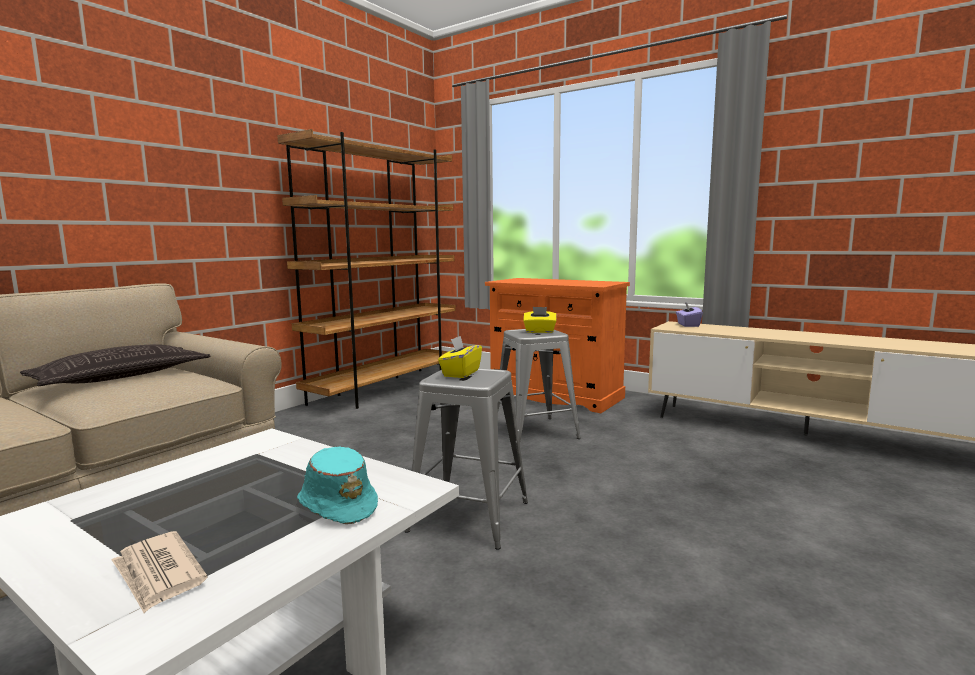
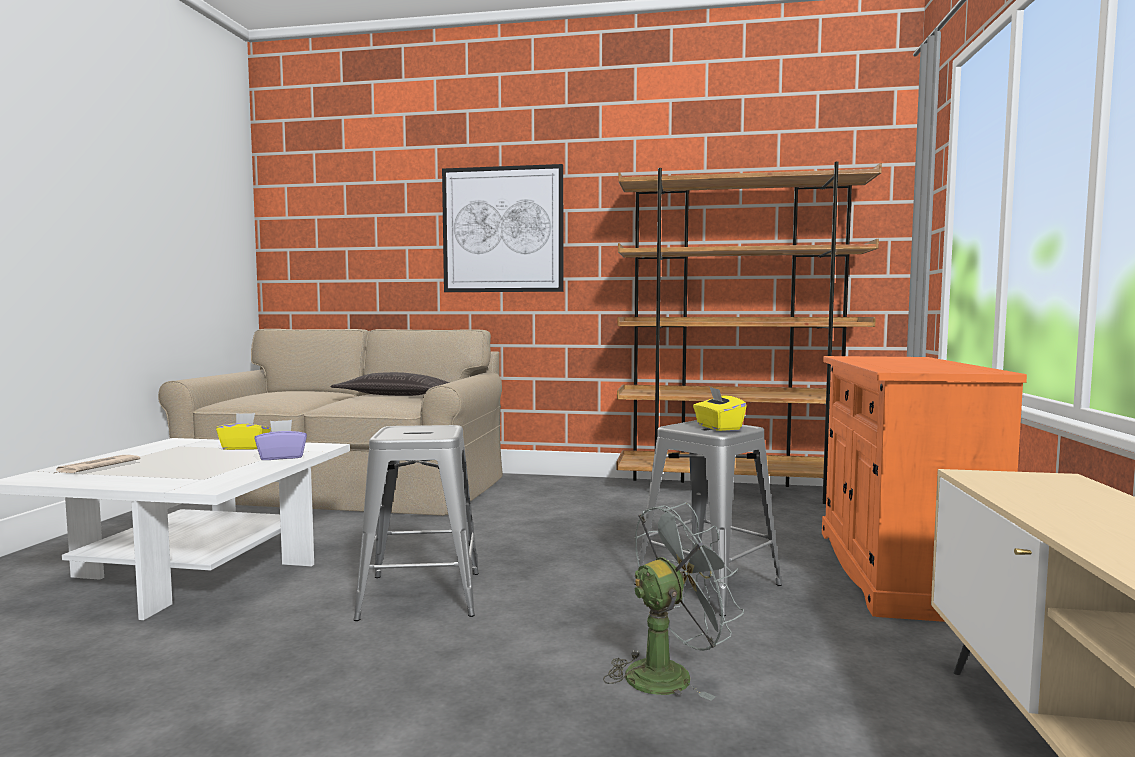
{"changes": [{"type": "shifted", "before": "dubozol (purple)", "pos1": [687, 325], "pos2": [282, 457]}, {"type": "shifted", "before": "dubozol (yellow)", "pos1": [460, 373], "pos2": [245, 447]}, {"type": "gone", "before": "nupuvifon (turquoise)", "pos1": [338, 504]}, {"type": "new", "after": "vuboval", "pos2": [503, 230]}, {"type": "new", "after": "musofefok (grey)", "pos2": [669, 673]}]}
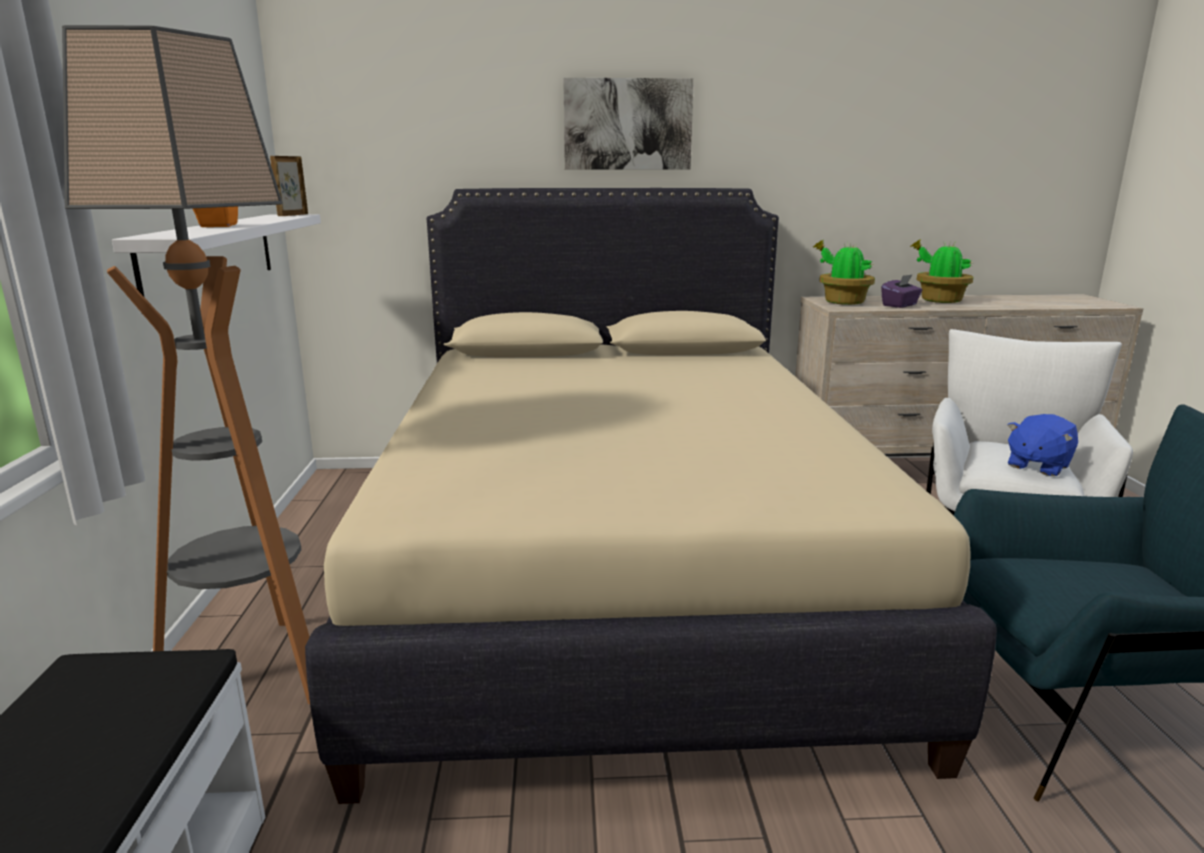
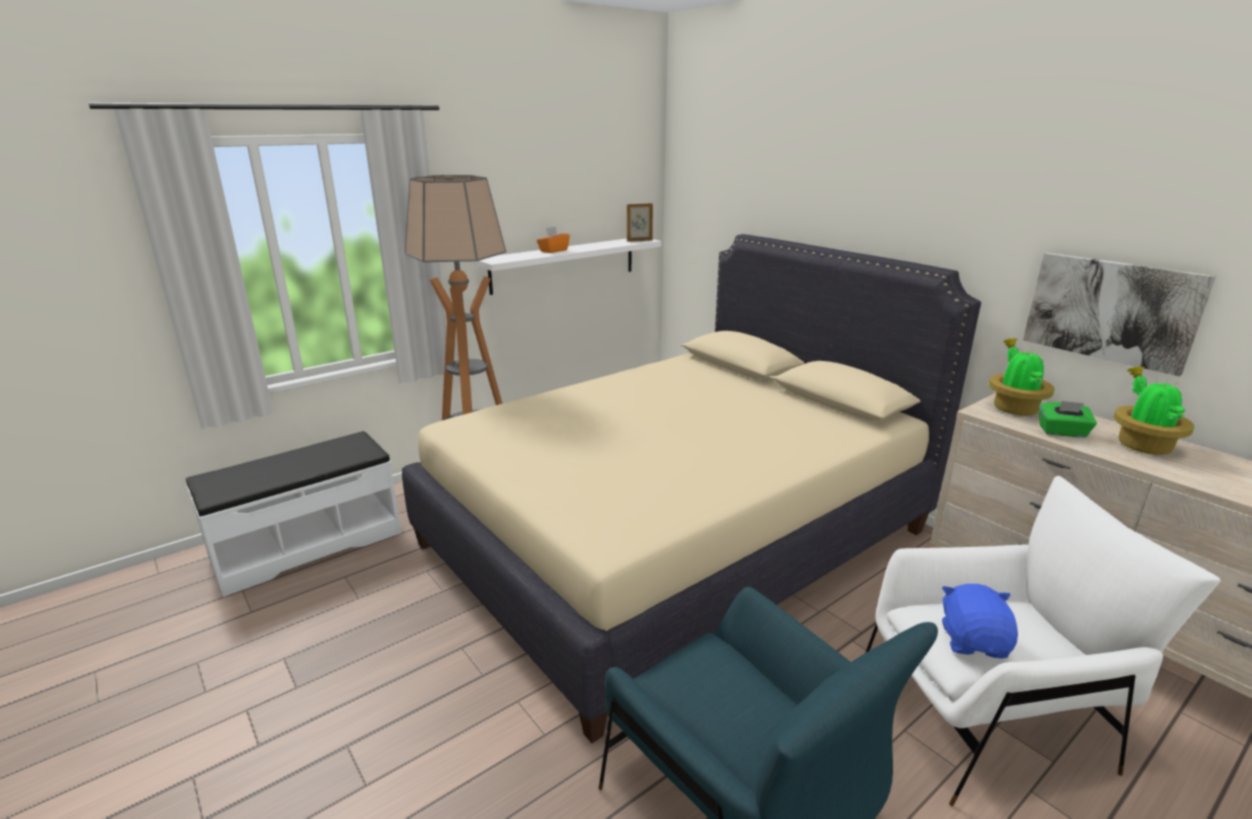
{"changes": [{"type": "shifted", "before": "vuboval", "pos1": [627, 124], "pos2": [1111, 310]}, {"type": "repainted", "before": "dubozol (purple)", "after": "dubozol (green)", "pos1": [900, 305], "pos2": [1062, 432]}, {"type": "rotated", "before": "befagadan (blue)", "pos1": [1037, 466], "pos2": [973, 641], "turn": 90}]}
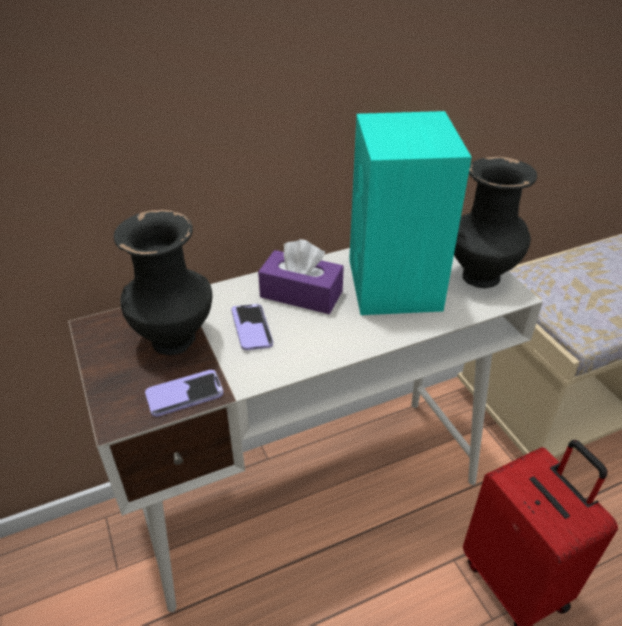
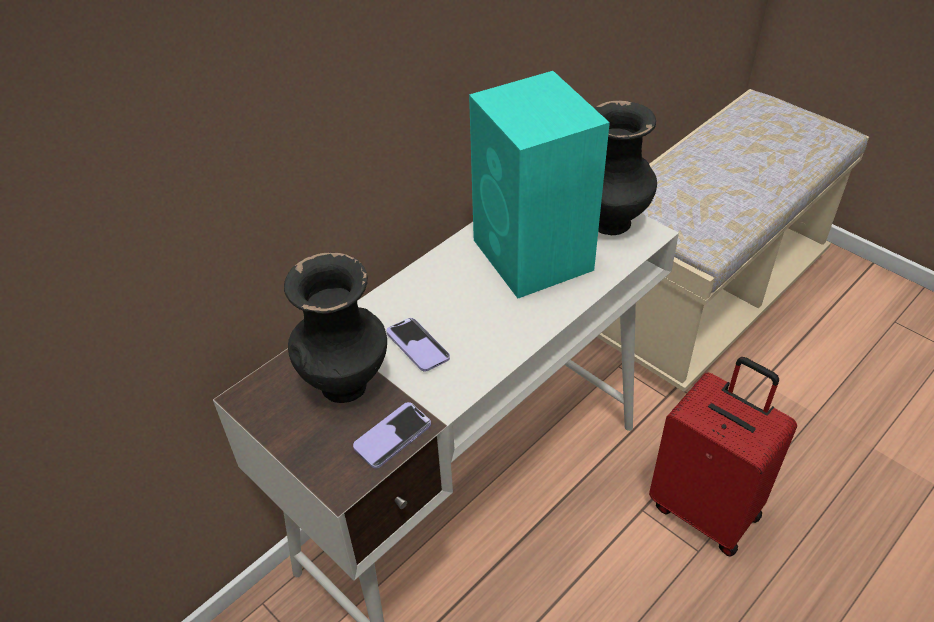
{"changes": [{"type": "gone", "before": "dubozol (purple)", "pos1": [301, 294]}]}
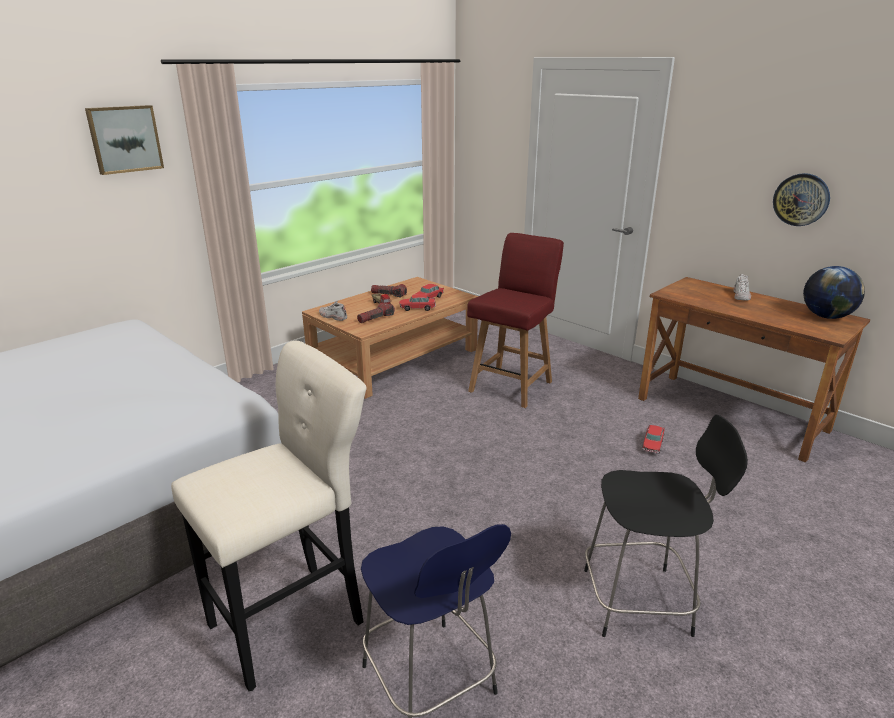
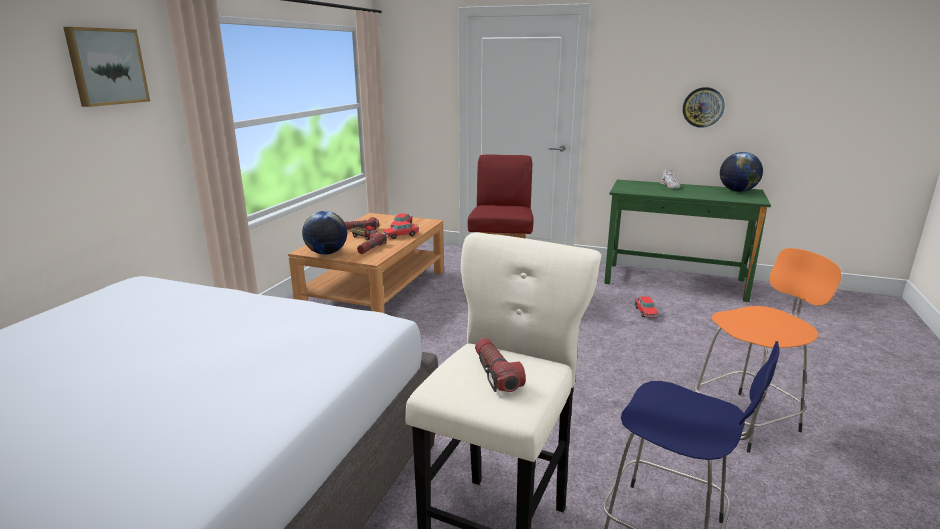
{"changes": [{"type": "repainted", "before": "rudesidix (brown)", "after": "rudesidix (green)", "pos1": [730, 414], "pos2": [674, 281]}, {"type": "swapped", "before": "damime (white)", "after": "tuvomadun", "pos1": [332, 316], "pos2": [326, 253]}, {"type": "repainted", "before": "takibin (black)", "after": "takibin (orange)", "pos1": [640, 601], "pos2": [746, 420]}, {"type": "new", "after": "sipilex", "pos2": [496, 374]}]}
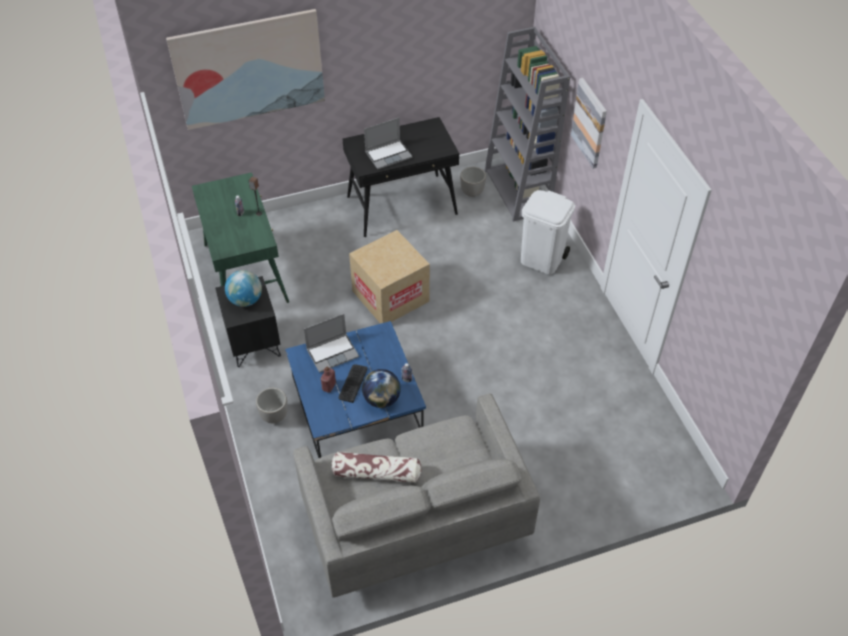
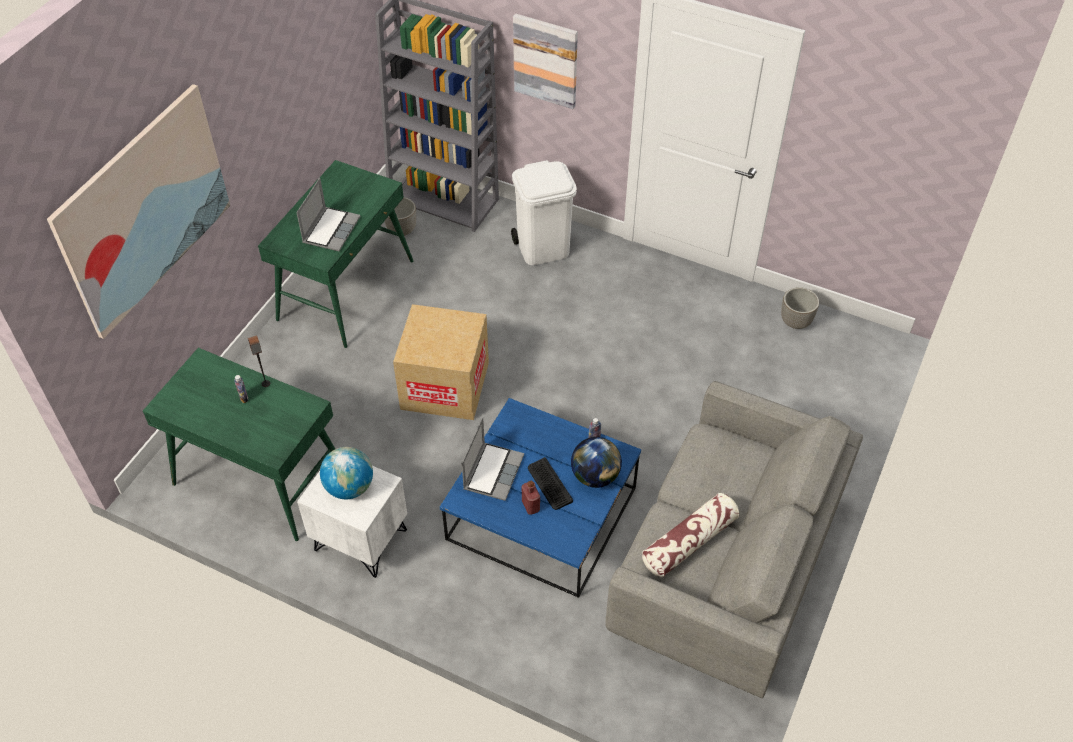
{"changes": [{"type": "repainted", "before": "rudesidix (black)", "after": "rudesidix (green)", "pos1": [402, 205], "pos2": [346, 289]}, {"type": "repainted", "before": "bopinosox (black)", "after": "bopinosox (white)", "pos1": [253, 343], "pos2": [360, 540]}, {"type": "shifted", "before": "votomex", "pos1": [274, 415], "pos2": [795, 322]}]}
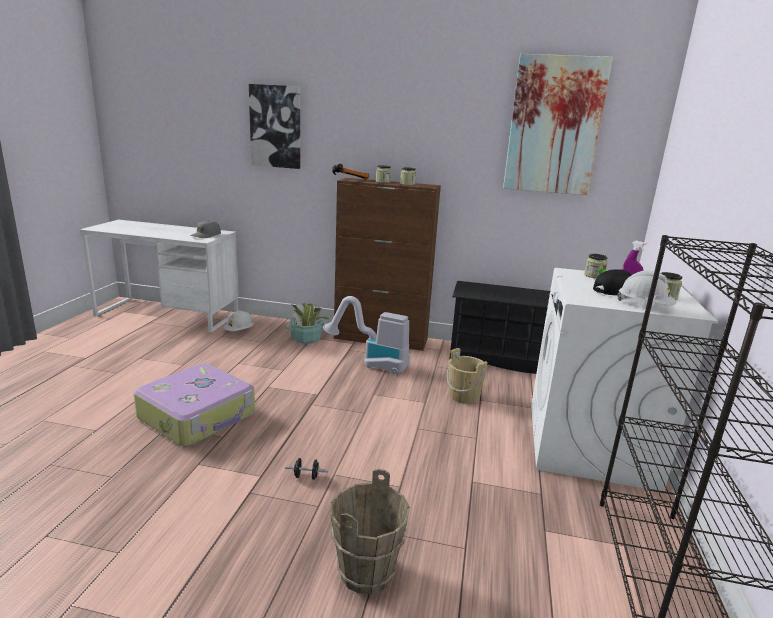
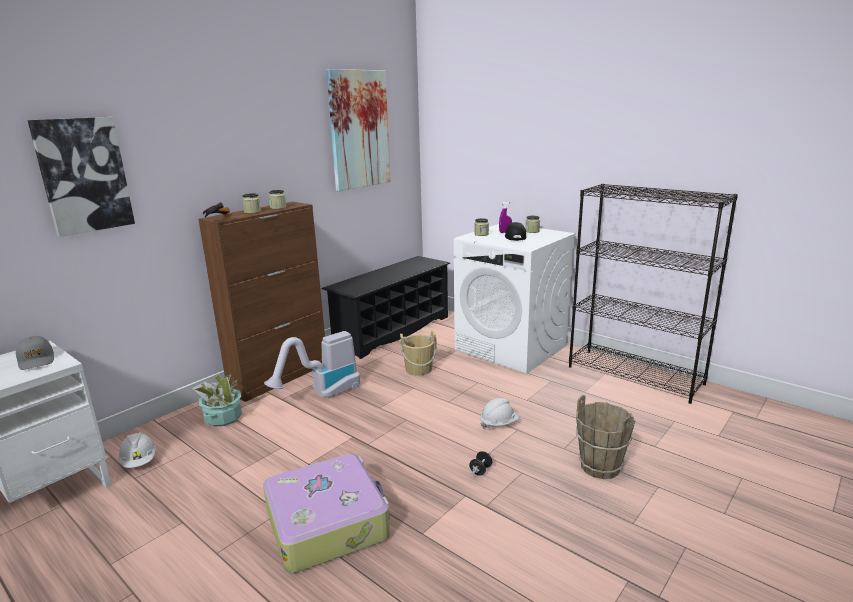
{"changes": [{"type": "shifted", "before": "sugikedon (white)", "pos1": [644, 306], "pos2": [499, 423]}]}
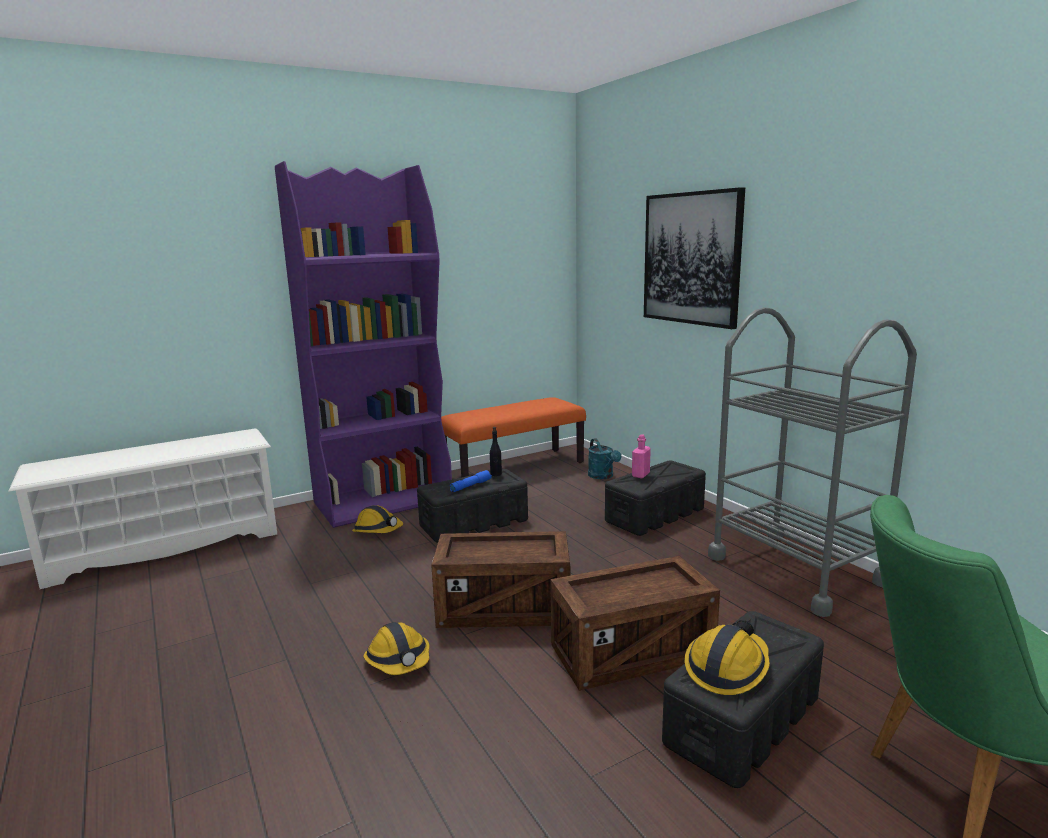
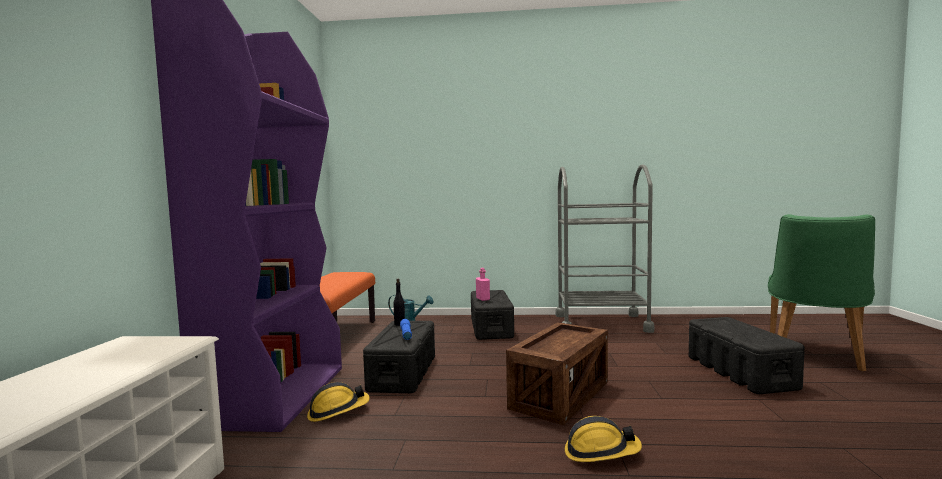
{"changes": [{"type": "gone", "before": "vuboval", "pos1": [691, 258]}, {"type": "gone", "before": "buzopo", "pos1": [632, 652]}, {"type": "gone", "before": "sugikedon", "pos1": [727, 667]}]}
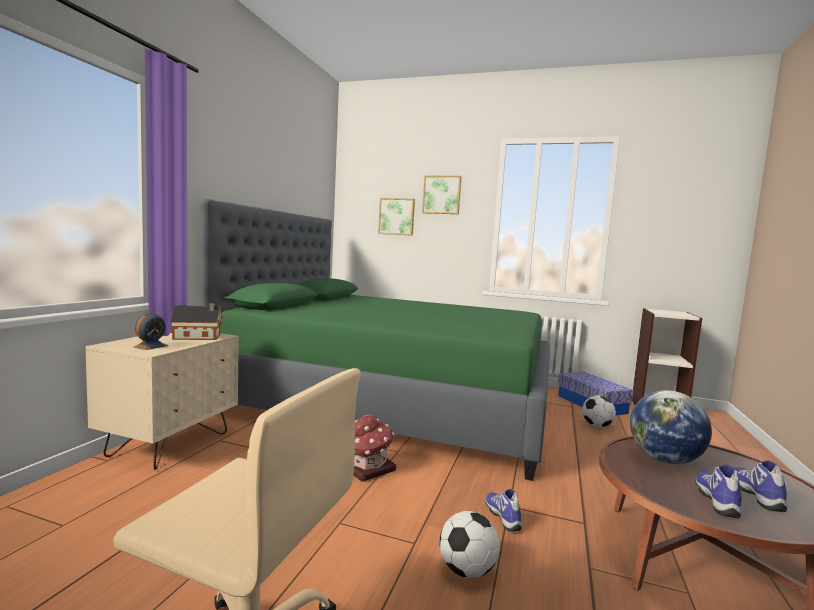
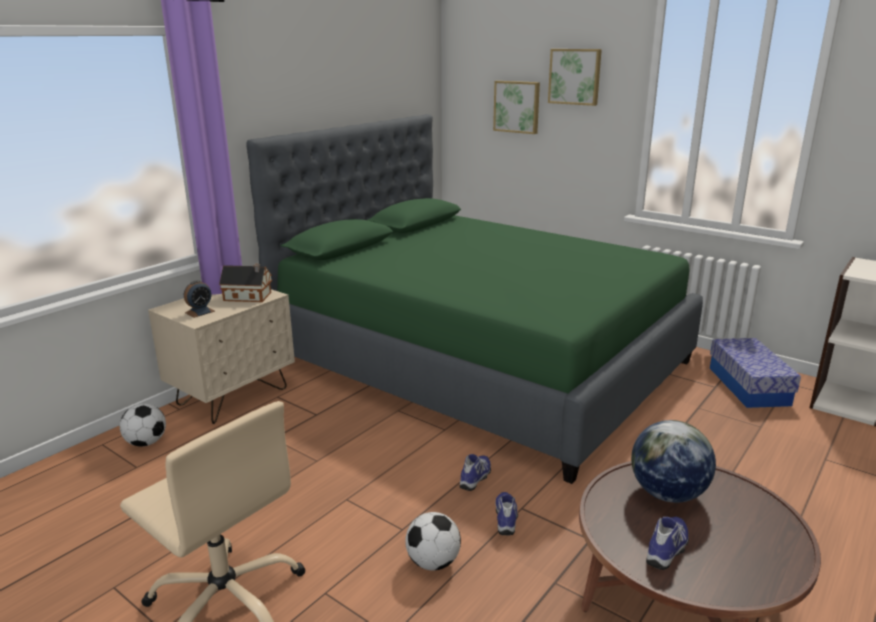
{"changes": [{"type": "shifted", "before": "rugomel", "pos1": [596, 425], "pos2": [146, 442]}, {"type": "gone", "before": "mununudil", "pos1": [367, 469]}, {"type": "shifted", "before": "damime", "pos1": [757, 495], "pos2": [476, 478]}]}
